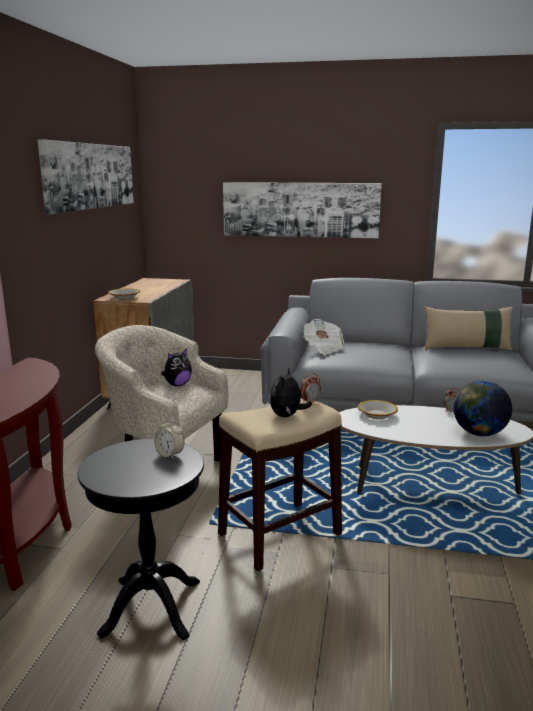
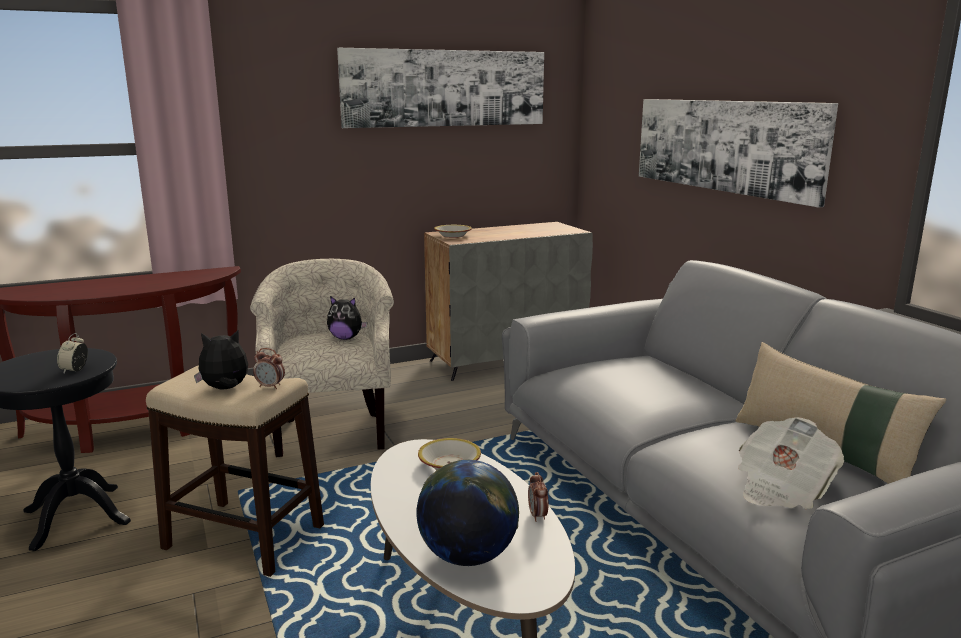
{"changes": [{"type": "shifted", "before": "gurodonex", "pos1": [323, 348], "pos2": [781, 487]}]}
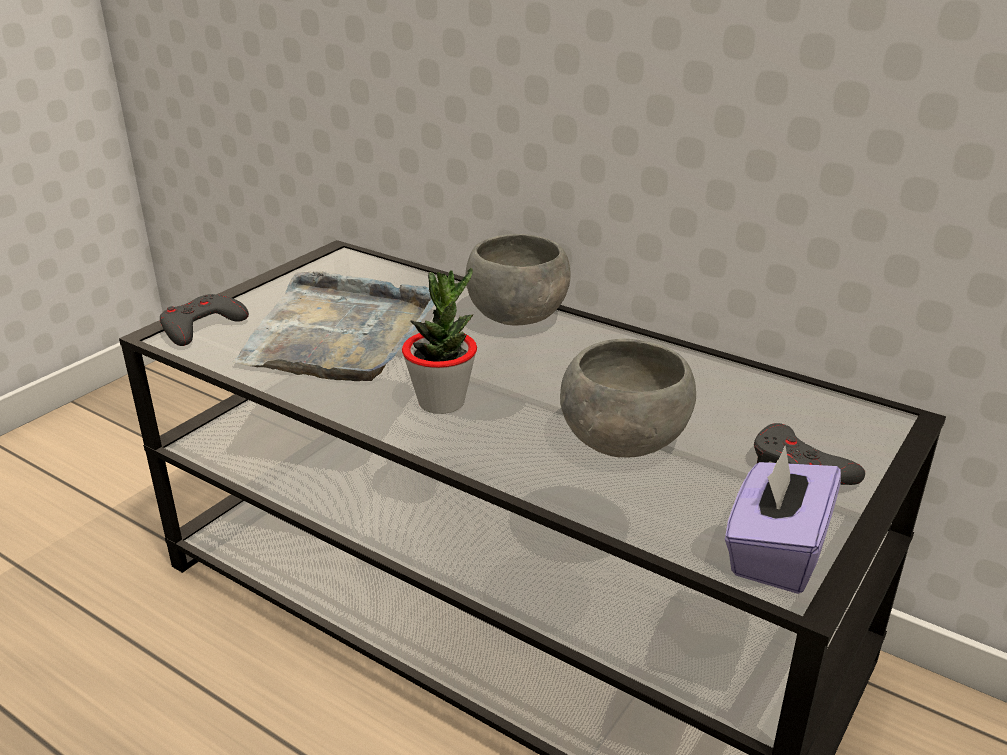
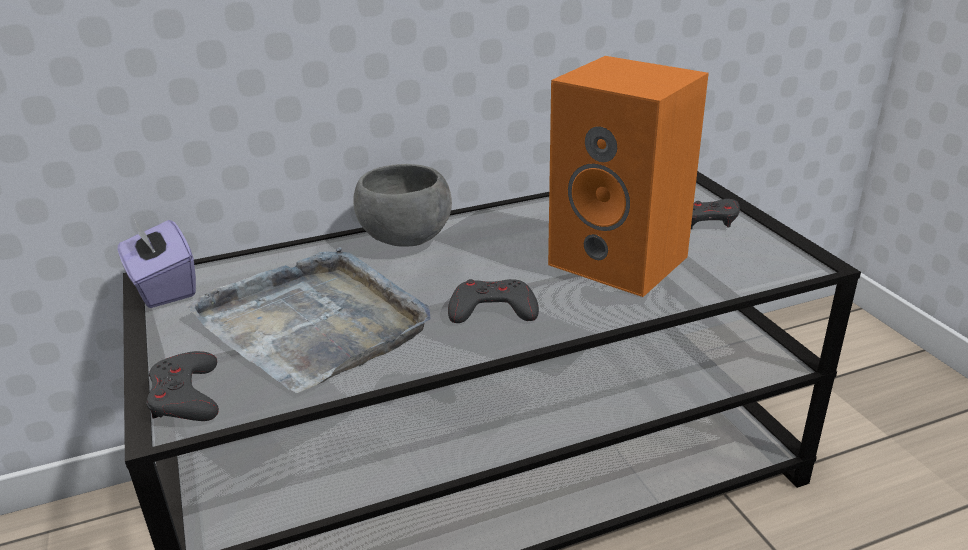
{"changes": [{"type": "swapped", "before": "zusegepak", "after": "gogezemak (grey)", "pos1": [442, 402], "pos2": [492, 309]}, {"type": "swapped", "before": "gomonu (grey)", "after": "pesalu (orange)", "pos1": [624, 443], "pos2": [622, 260]}, {"type": "shifted", "before": "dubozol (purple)", "pos1": [775, 552], "pos2": [163, 287]}]}
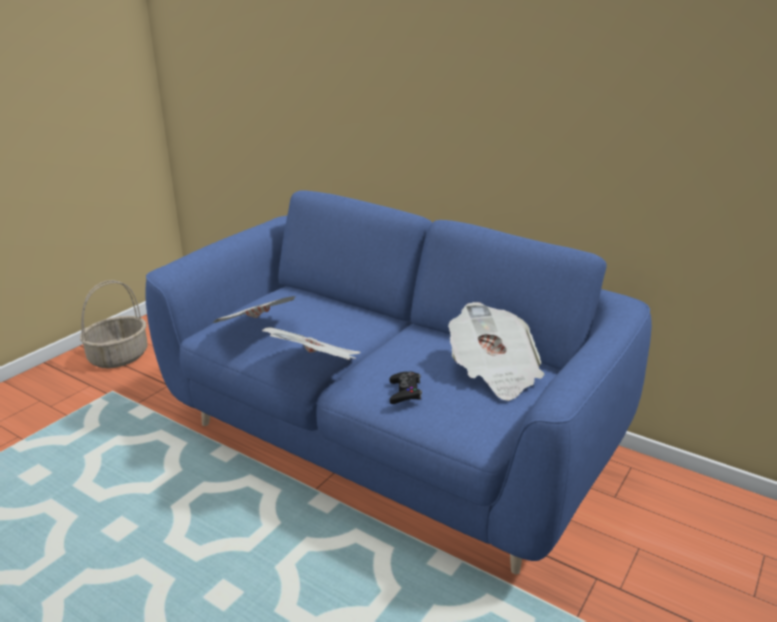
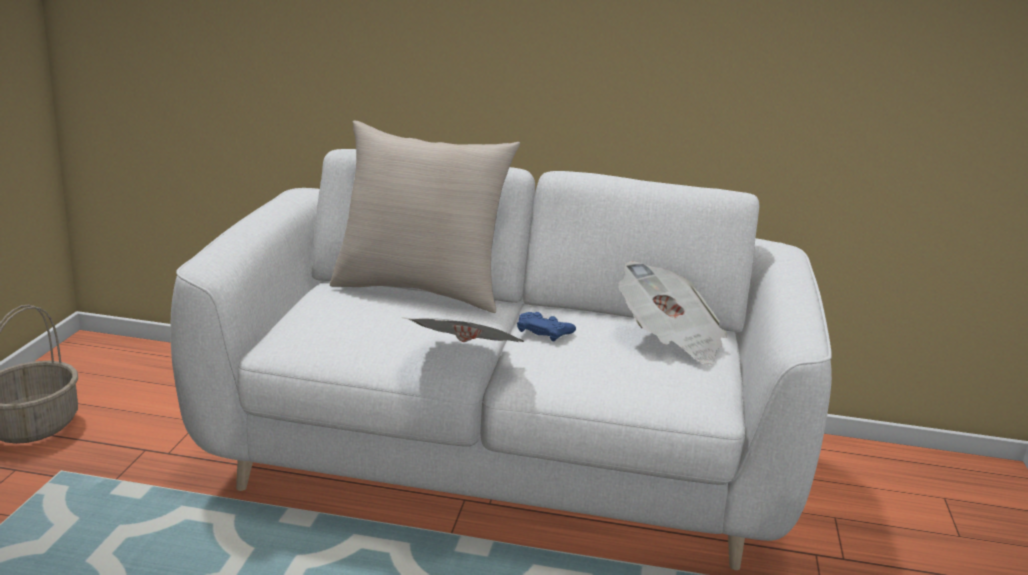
{"changes": [{"type": "repainted", "before": "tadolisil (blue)", "after": "tadolisil (white)", "pos1": [388, 443], "pos2": [502, 466]}, {"type": "gone", "before": "gurodonex", "pos1": [255, 331]}, {"type": "gone", "before": "gogezemak (black)", "pos1": [405, 392]}, {"type": "new", "after": "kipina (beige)", "pos2": [420, 290]}, {"type": "new", "after": "gogezemak (blue)", "pos2": [544, 331]}]}
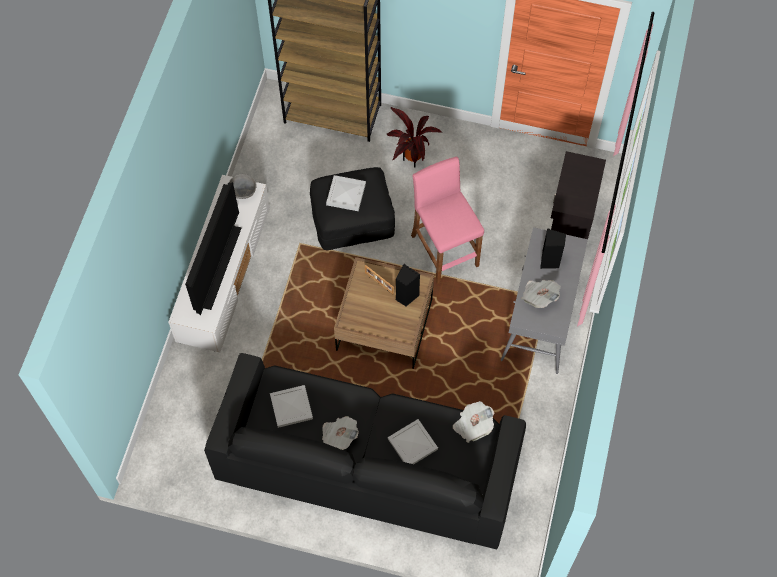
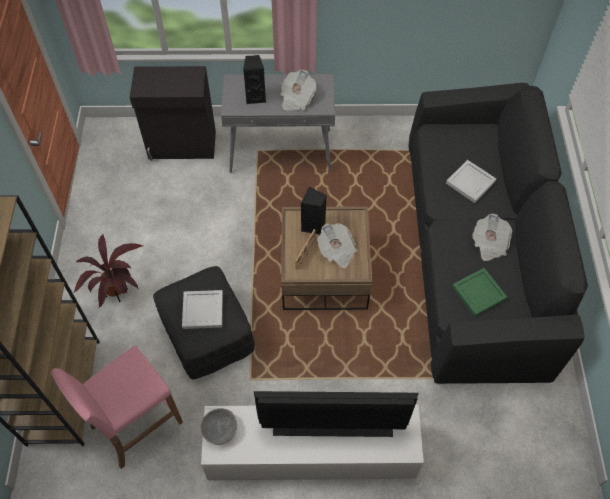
{"changes": [{"type": "shifted", "before": "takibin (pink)", "pos1": [444, 250], "pos2": [136, 424]}, {"type": "repainted", "before": "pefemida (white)", "after": "pefemida (green)", "pos1": [292, 407], "pos2": [479, 292]}, {"type": "shifted", "before": "gurodonex", "pos1": [472, 425], "pos2": [337, 251]}]}
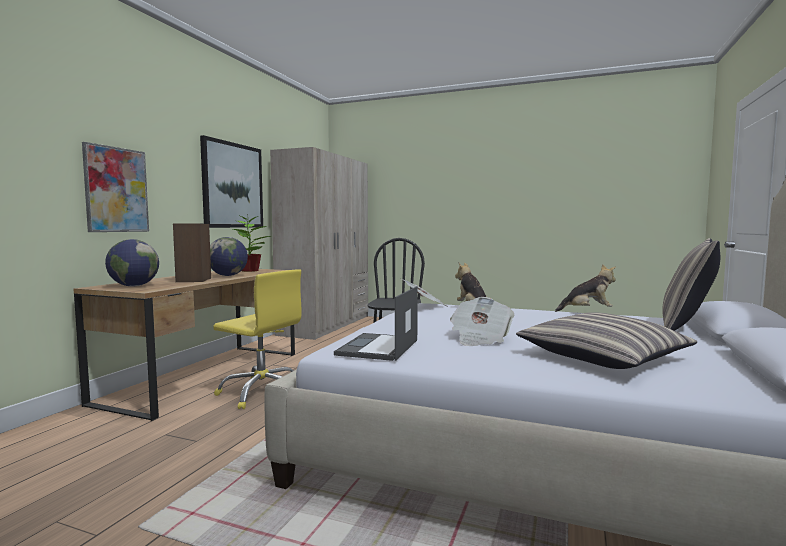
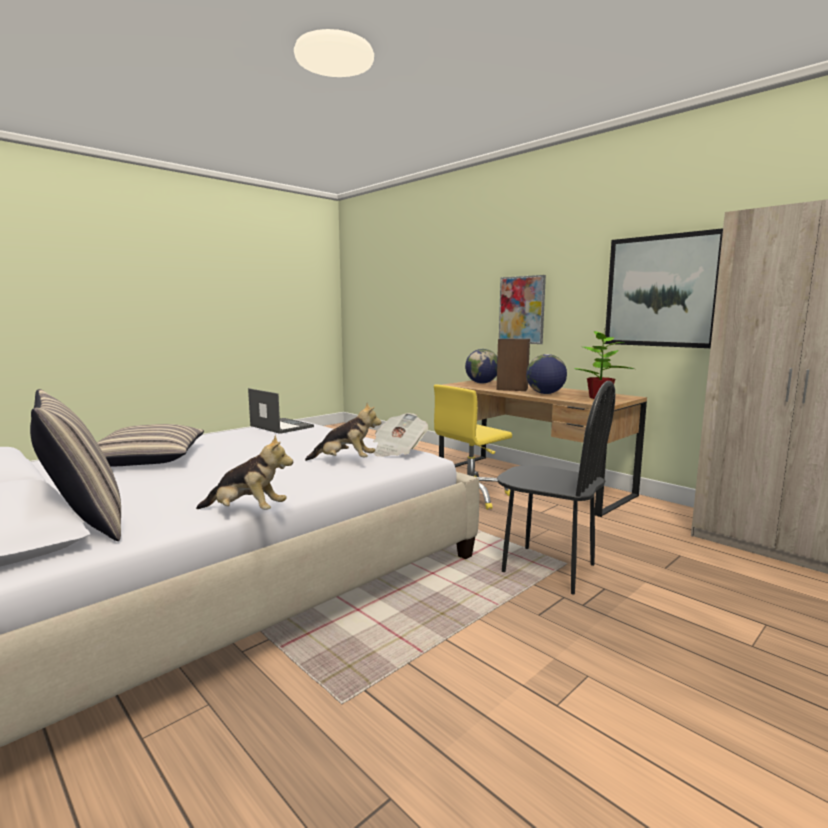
{"changes": [{"type": "rotated", "before": "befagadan", "pos1": [587, 311], "pos2": [247, 512], "turn": -105}, {"type": "gone", "before": "gurodonex", "pos1": [480, 339]}]}
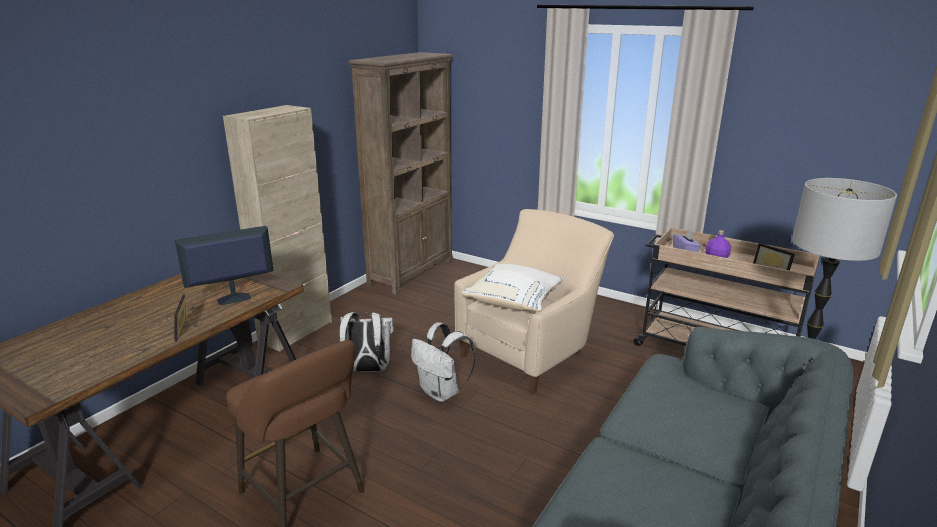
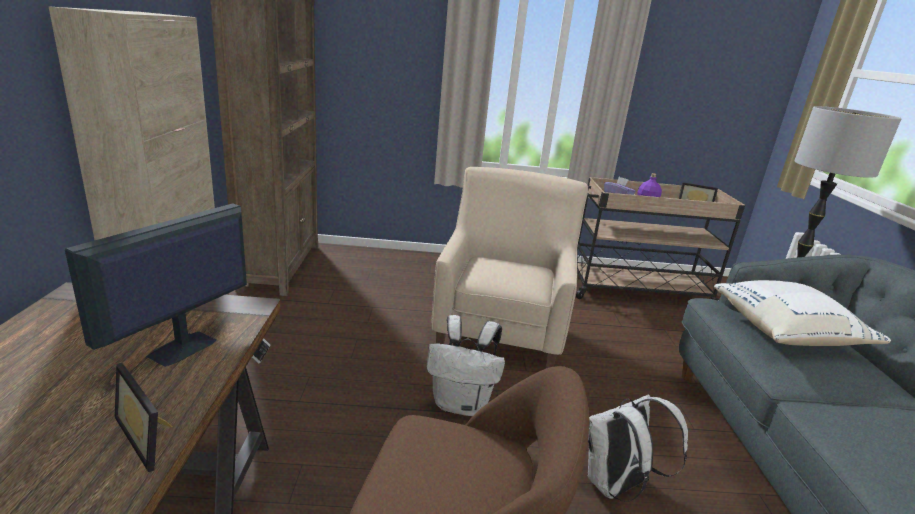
{"changes": [{"type": "shifted", "before": "kipina (white)", "pos1": [515, 301], "pos2": [785, 332]}, {"type": "shifted", "before": "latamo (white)", "pos1": [367, 369], "pos2": [616, 486]}]}
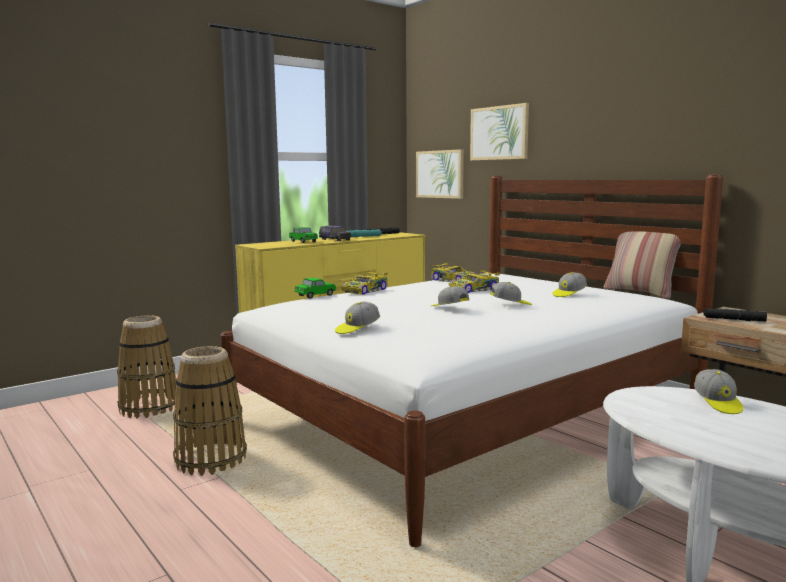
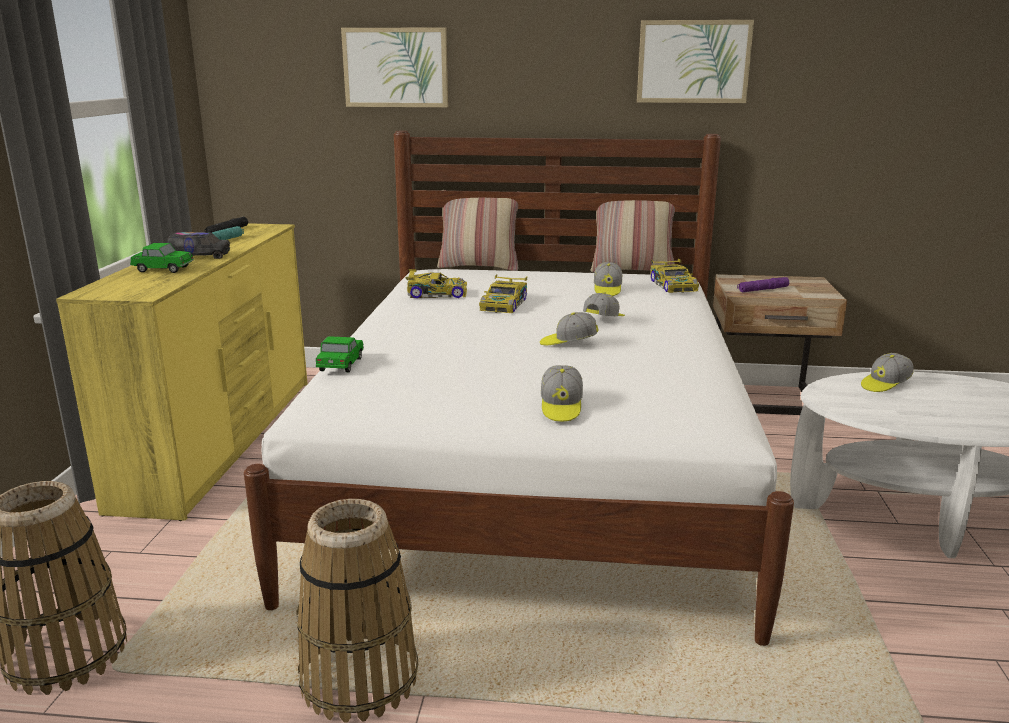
{"changes": [{"type": "shifted", "before": "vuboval", "pos1": [440, 174], "pos2": [693, 62]}, {"type": "shifted", "before": "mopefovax", "pos1": [365, 290], "pos2": [673, 285]}, {"type": "repainted", "before": "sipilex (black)", "after": "sipilex (purple)", "pos1": [733, 319], "pos2": [762, 290]}, {"type": "rotated", "before": "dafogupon", "pos1": [718, 403], "pos2": [885, 384], "turn": 105}, {"type": "new", "after": "kipina", "pos2": [479, 266]}]}
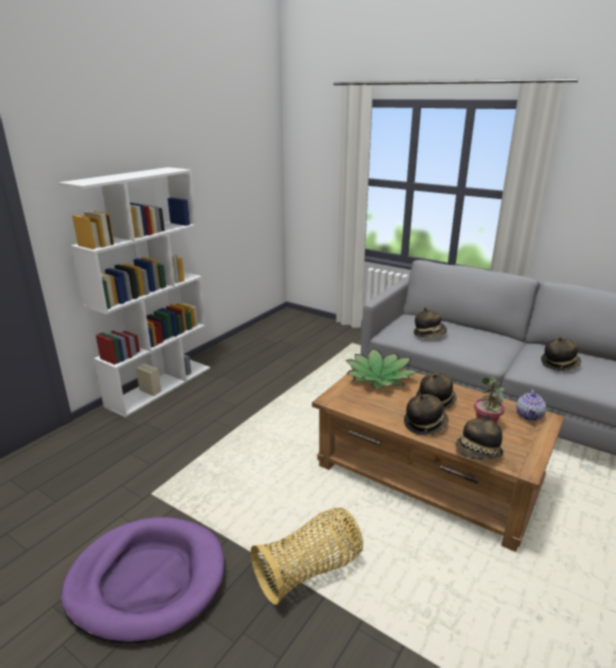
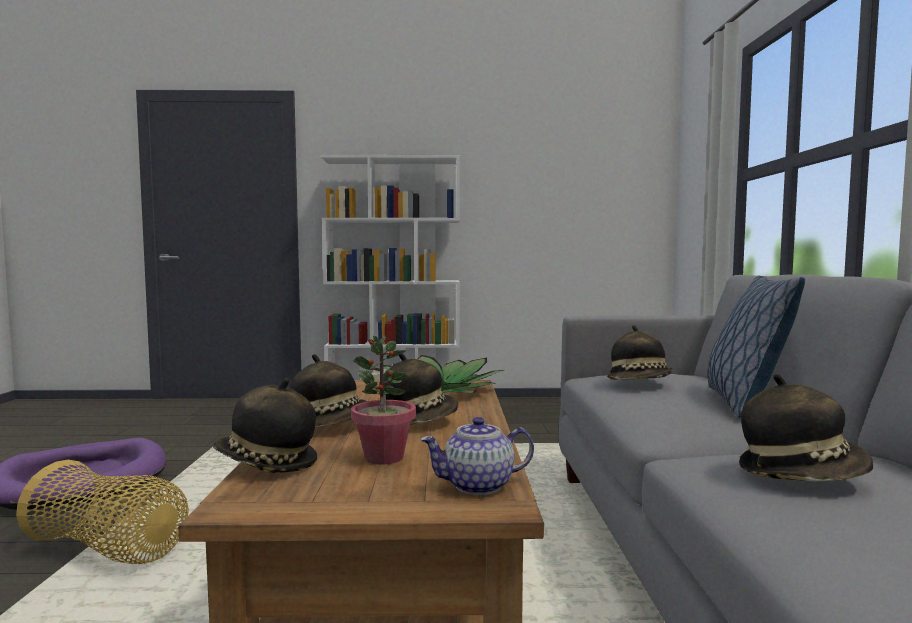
{"changes": [{"type": "new", "after": "kipina", "pos2": [744, 403]}]}
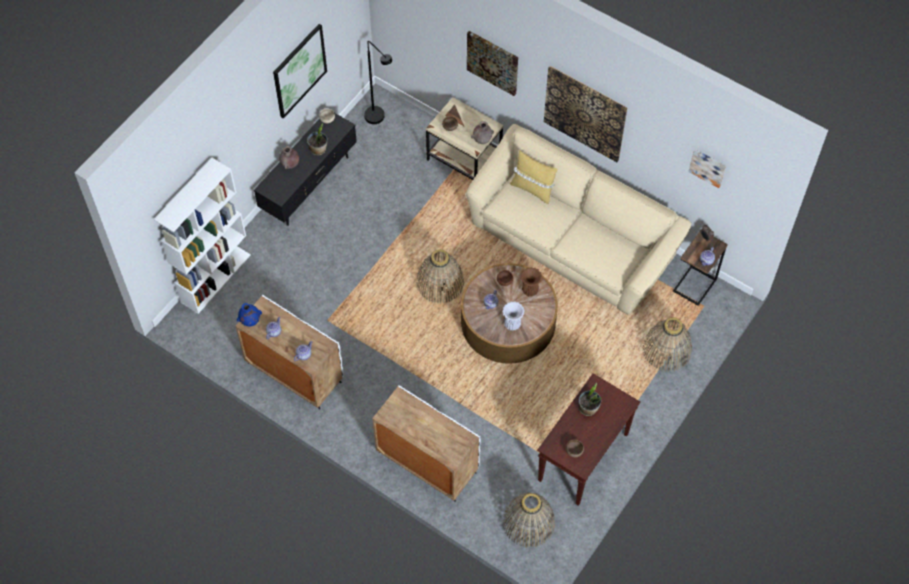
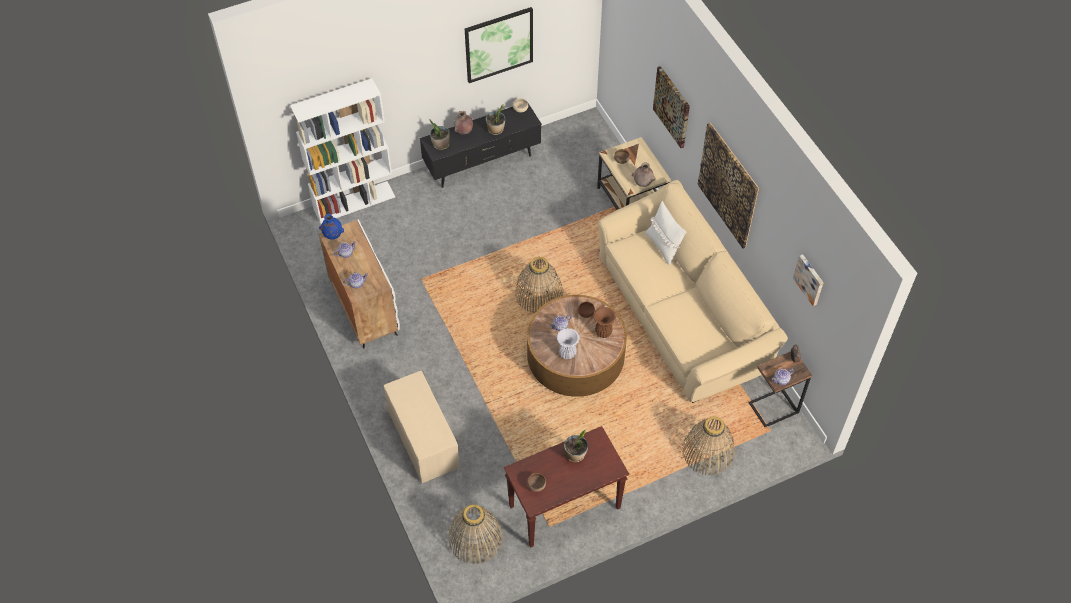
{"changes": [{"type": "gone", "before": "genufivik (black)", "pos1": [378, 119]}, {"type": "repainted", "before": "kipina (yellow)", "after": "kipina (white)", "pos1": [532, 189], "pos2": [663, 246]}, {"type": "swapped", "before": "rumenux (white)", "after": "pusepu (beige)", "pos1": [426, 462], "pos2": [422, 438]}, {"type": "new", "after": "zusegepak", "pos2": [440, 144]}]}
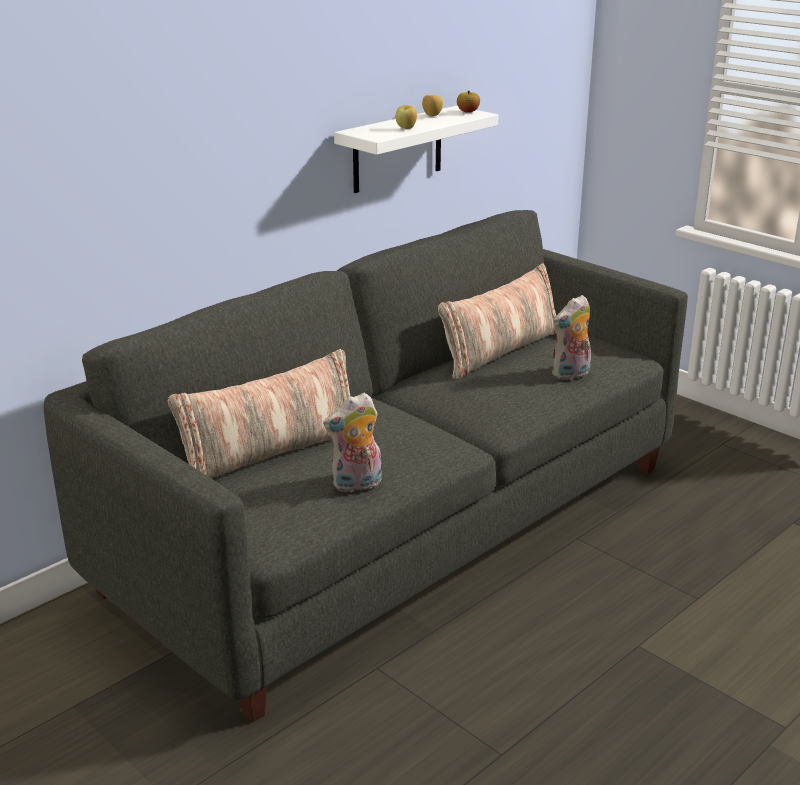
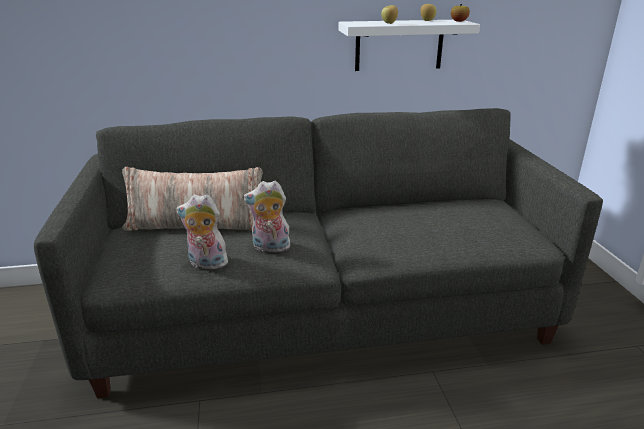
{"changes": [{"type": "gone", "before": "kipina", "pos1": [500, 350]}, {"type": "shifted", "before": "befagadan", "pos1": [571, 374], "pos2": [270, 248]}]}
